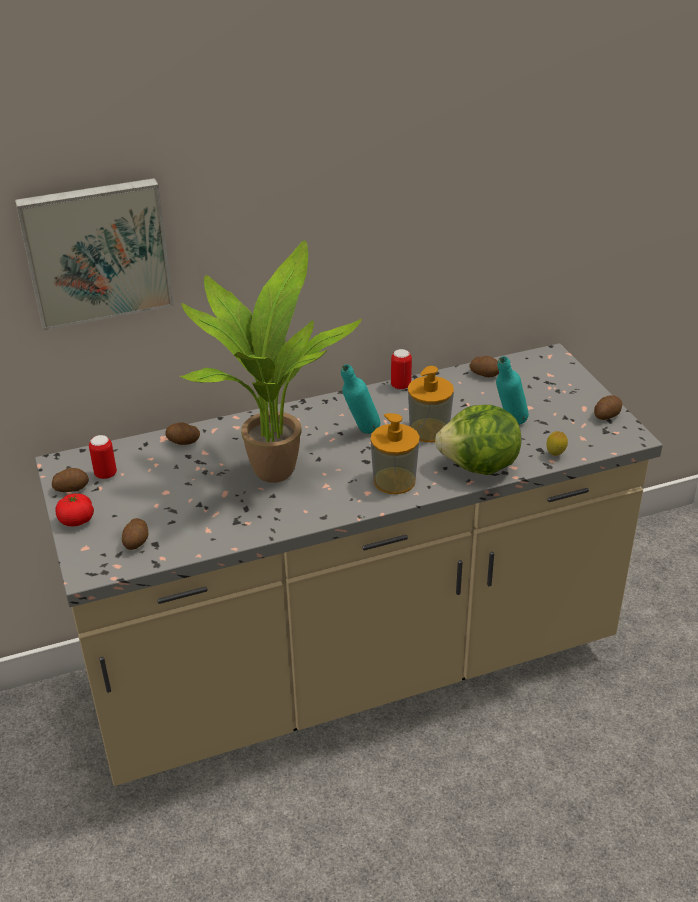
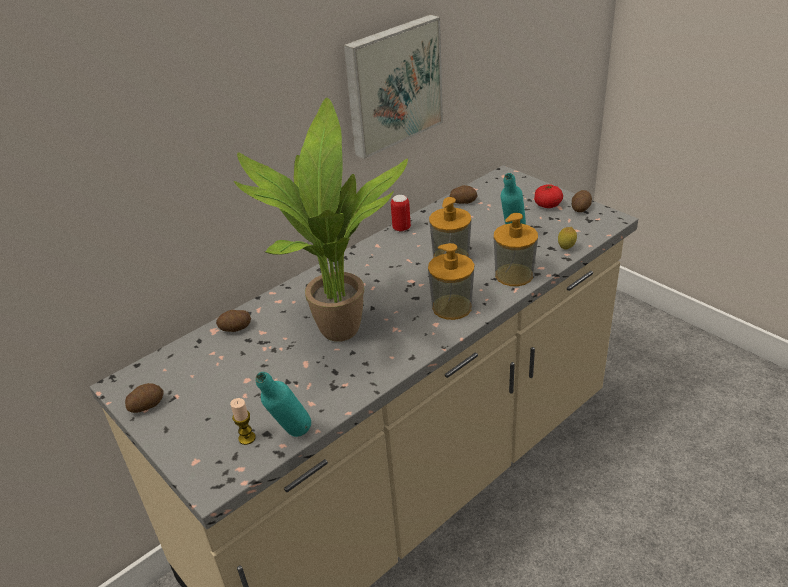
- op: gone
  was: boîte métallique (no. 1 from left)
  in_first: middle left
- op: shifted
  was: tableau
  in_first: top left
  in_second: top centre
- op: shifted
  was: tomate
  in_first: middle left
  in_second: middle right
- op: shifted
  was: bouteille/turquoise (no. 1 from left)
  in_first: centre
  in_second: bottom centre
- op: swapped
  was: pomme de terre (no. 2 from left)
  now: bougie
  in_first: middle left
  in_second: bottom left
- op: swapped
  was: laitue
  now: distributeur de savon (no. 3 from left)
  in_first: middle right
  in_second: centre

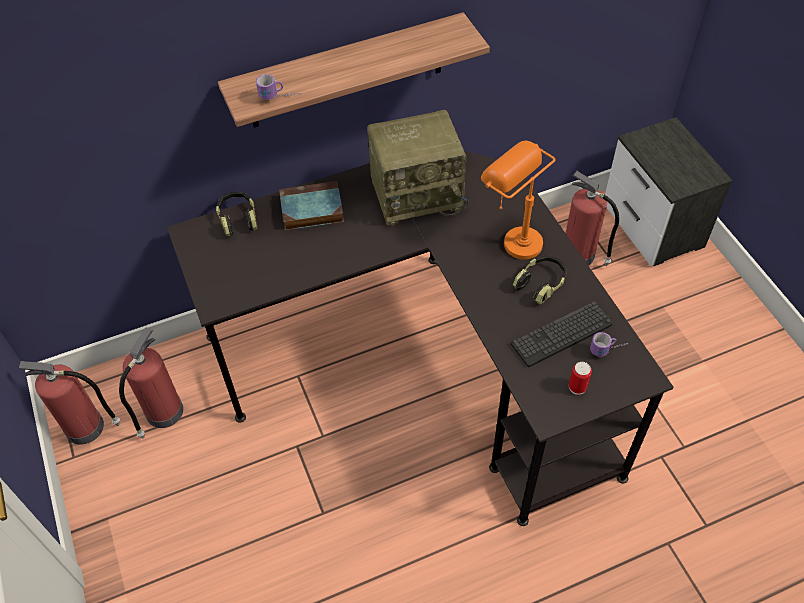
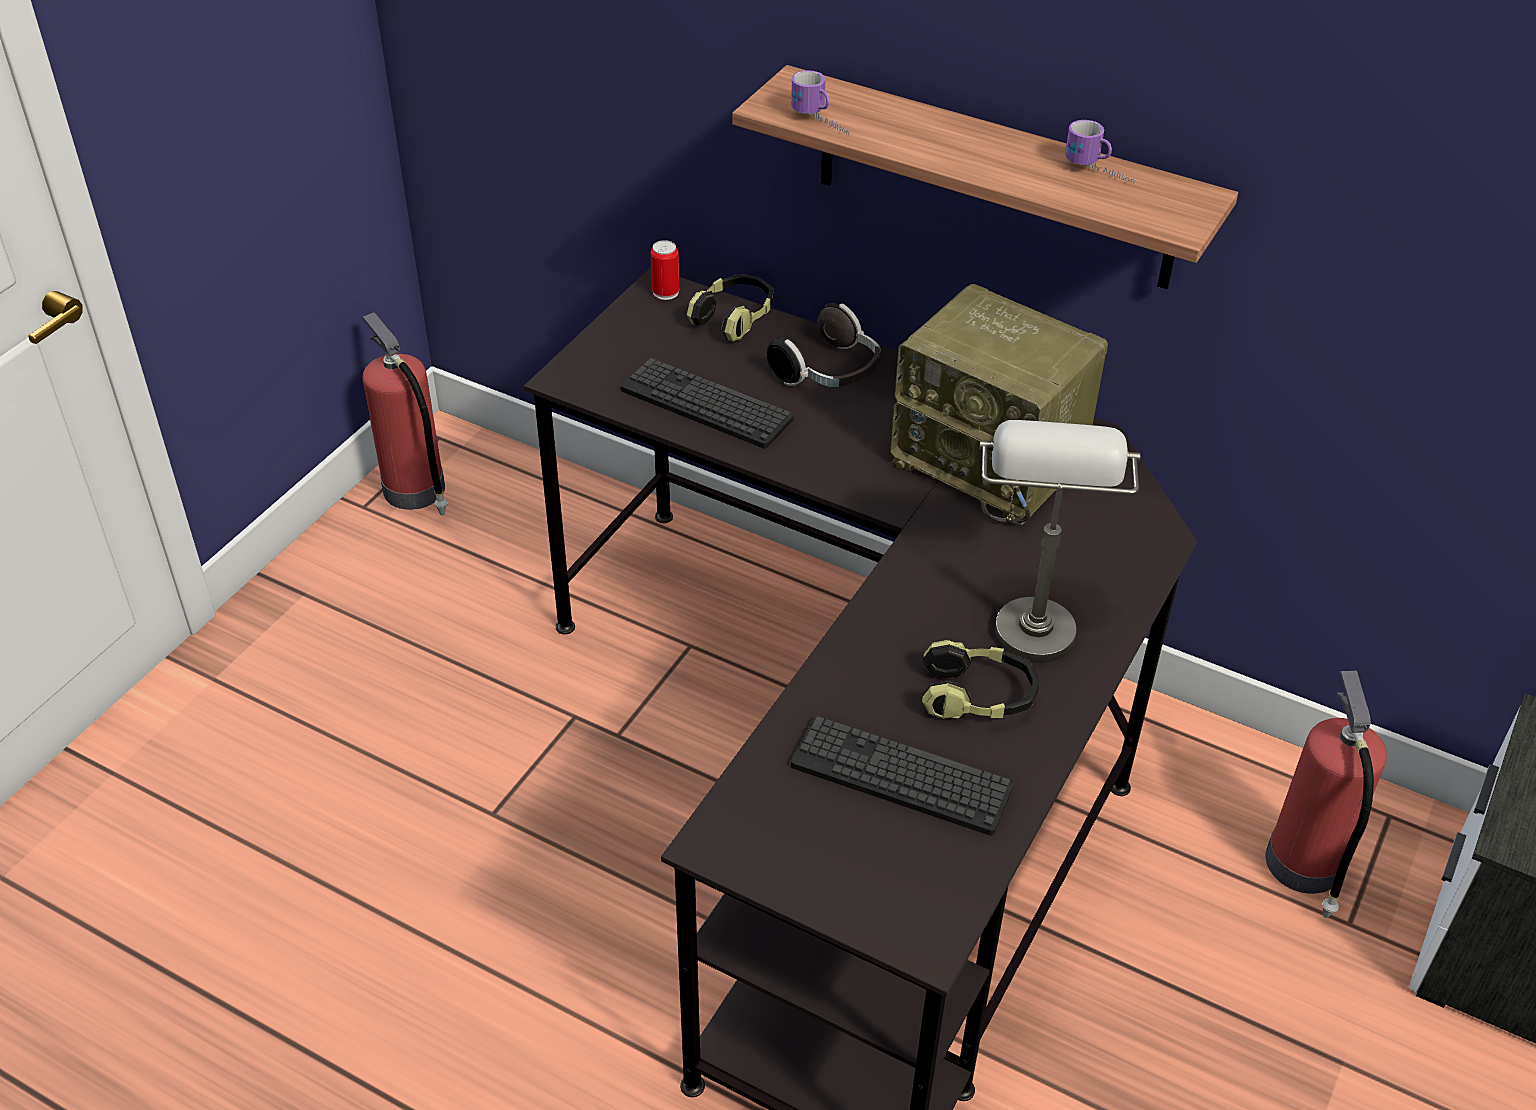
- op: gone
  was: extincteur (no. 2 from left)
  in_first: middle left
- op: new
  now: clavier (no. 1 from left)
  in_second: centre
- op: shifted
  was: boîte métallique
  in_first: middle right
  in_second: top centre
- op: shifted
  was: mug (no. 2 from left)
  in_first: middle right
  in_second: top right
- op: swapped
  was: livre
  now: casque audio (no. 2 from left)
  in_first: centre
  in_second: top centre
- op: repainted
  was: lampe de table/orange
  now: lampe de table/gris
  in_first: top centre
  in_second: middle right

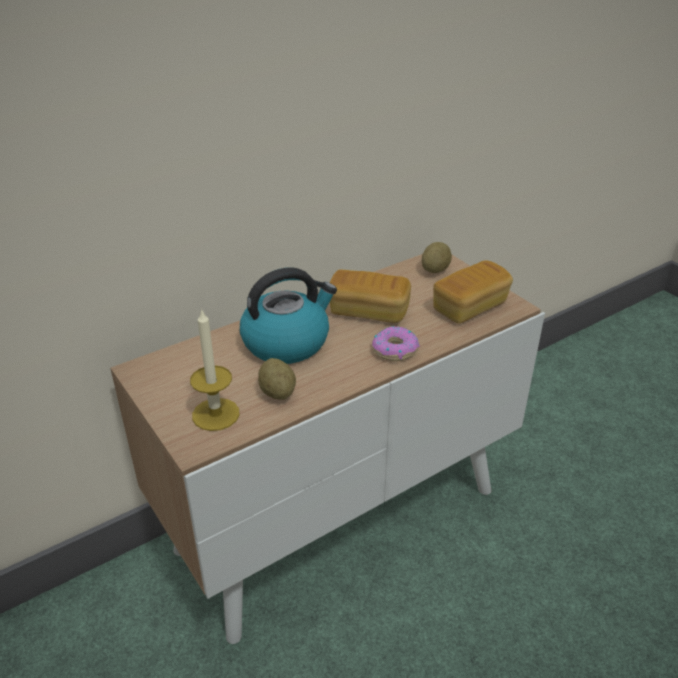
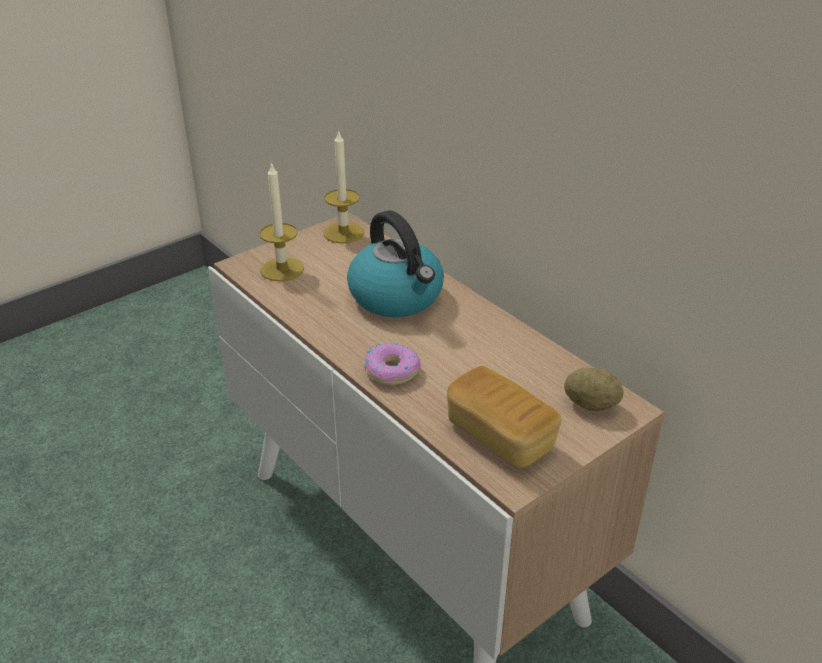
- op: gone
  was: pomme de terre (no. 1 from left)
  in_first: centre
- op: gone
  was: pain (no. 1 from left)
  in_first: centre
- op: new
  now: bougie (no. 2 from left)
  in_second: top centre

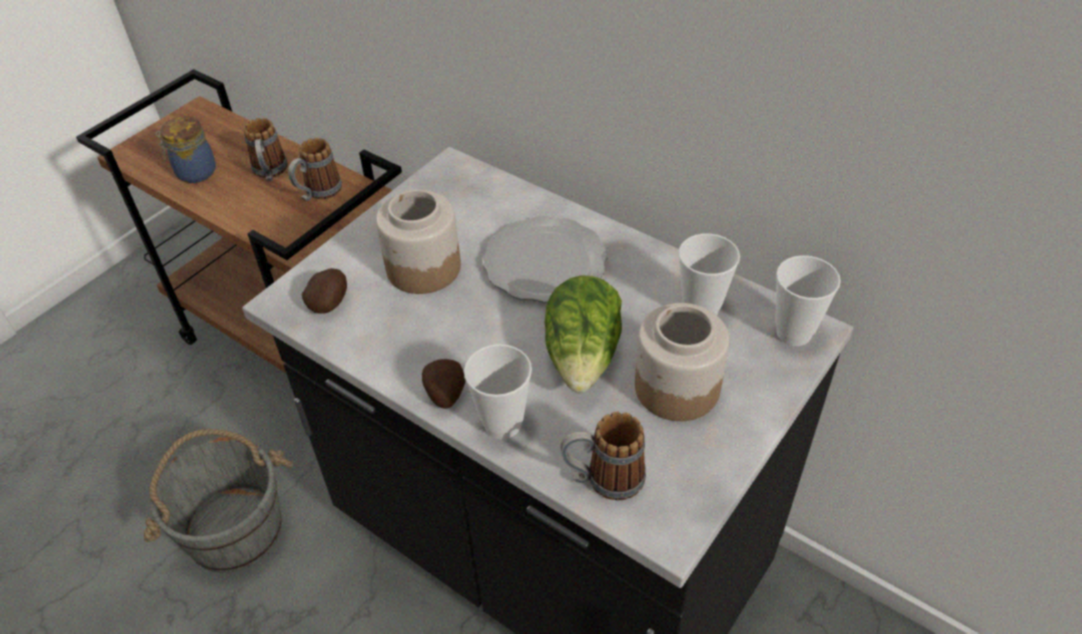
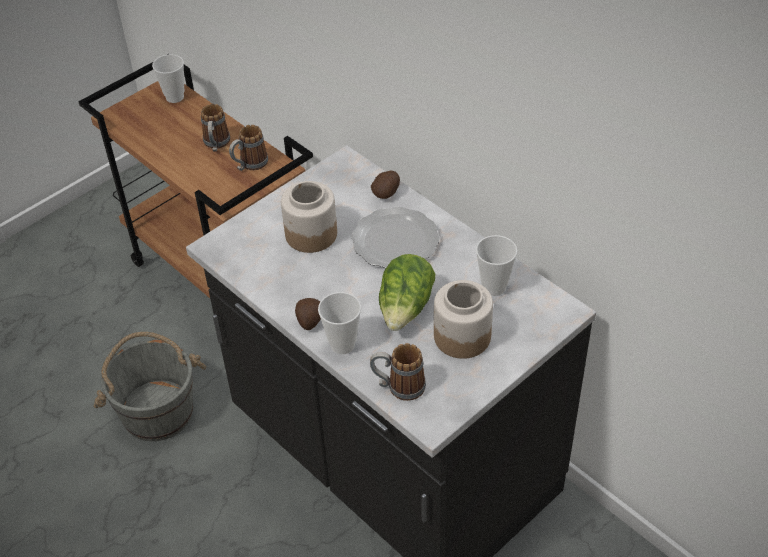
- op: gone
  was: bocal (no. 1 from left)
  in_first: top left
- op: shifted
  was: pomme de terre (no. 1 from left in the first image)
  now: pomme de terre (no. 2 from left)
  in_first: middle left
  in_second: top centre
- op: shifted
  was: tasse (no. 3 from left in the first image)
  now: tasse (no. 1 from left)
  in_first: middle right
  in_second: top left

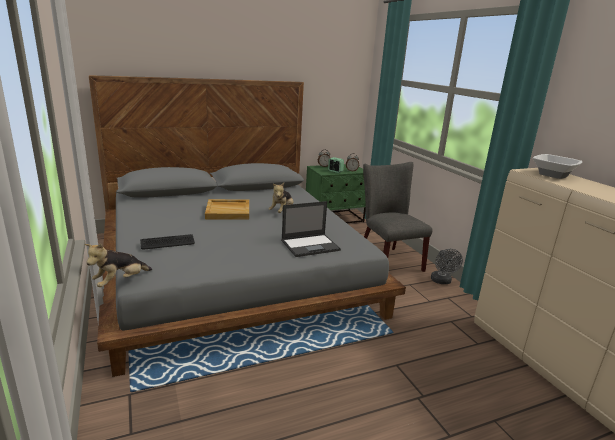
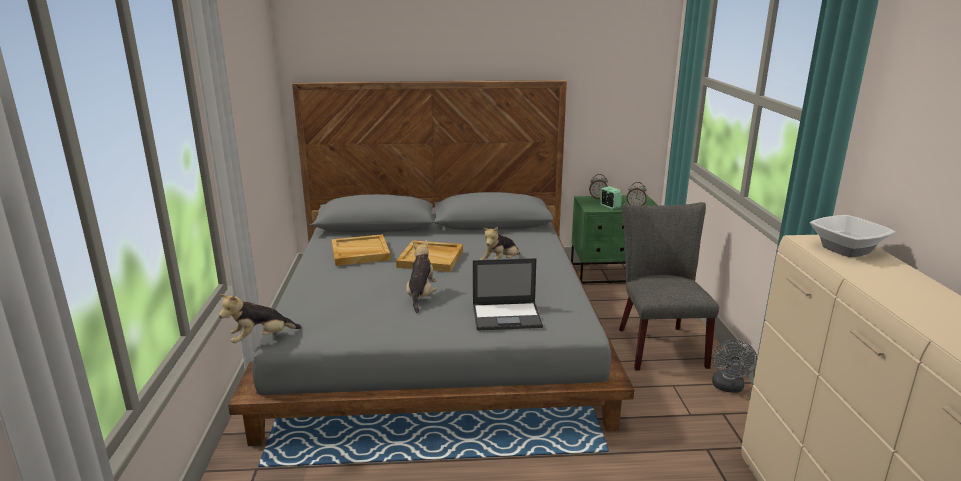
- op: gone
  was: clavier
  in_first: middle left
- op: new
  now: plateau/beige (no. 1 from left)
  in_second: centre
- op: new
  now: peluche (no. 2 from left)
  in_second: centre

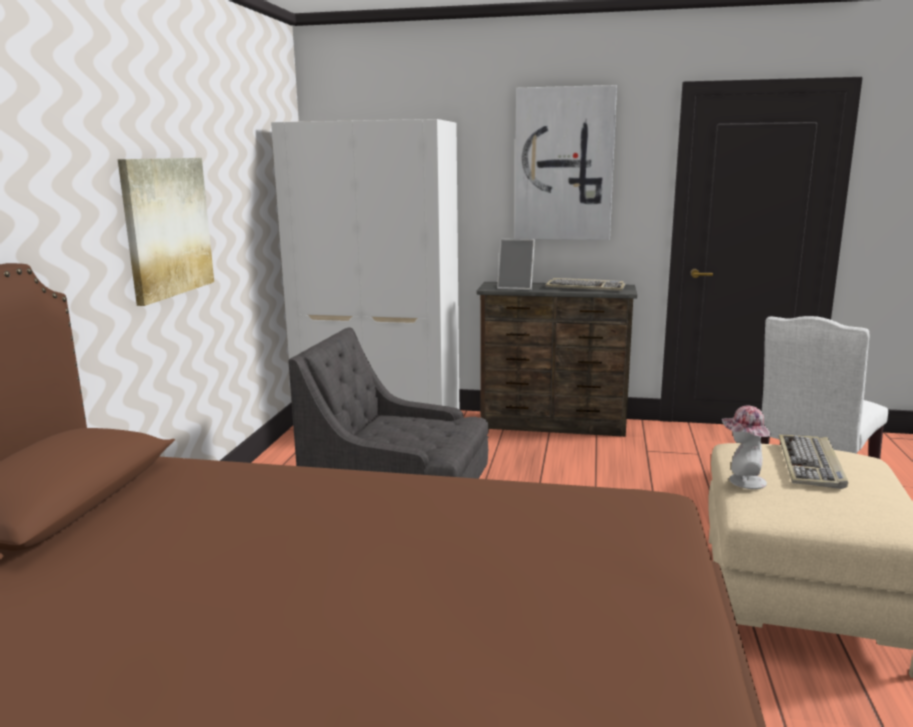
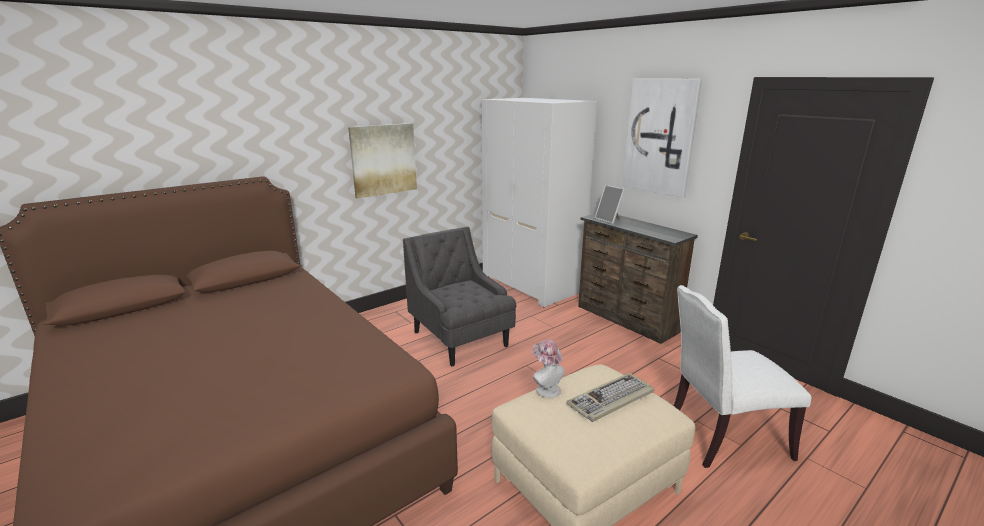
- op: gone
  was: clavier (no. 1 from left)
  in_first: centre

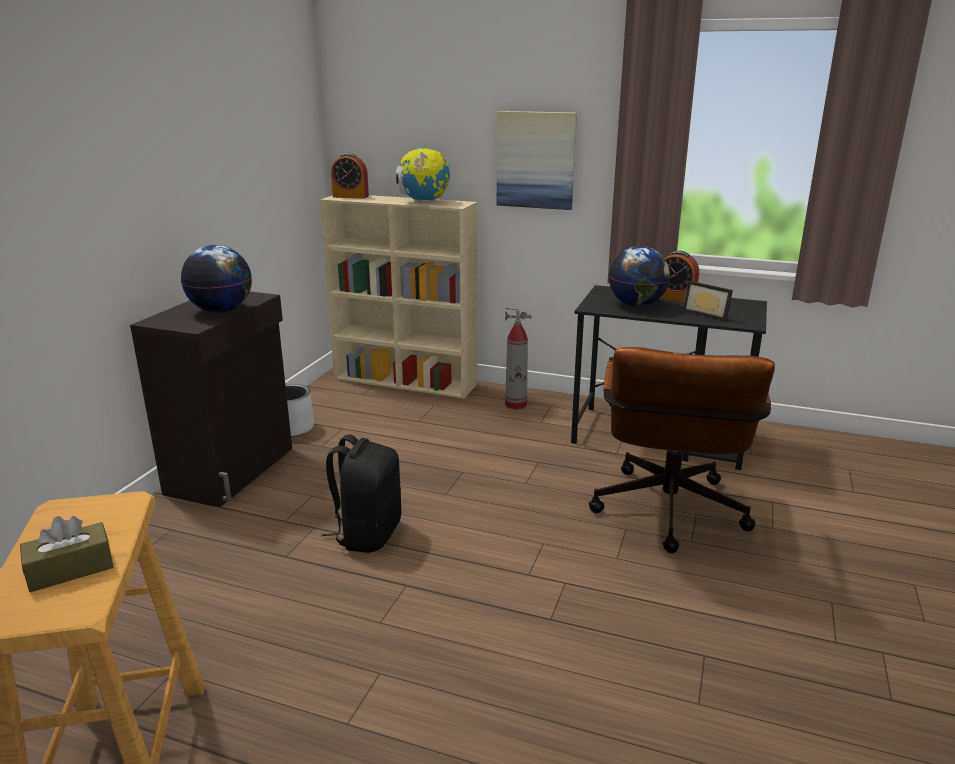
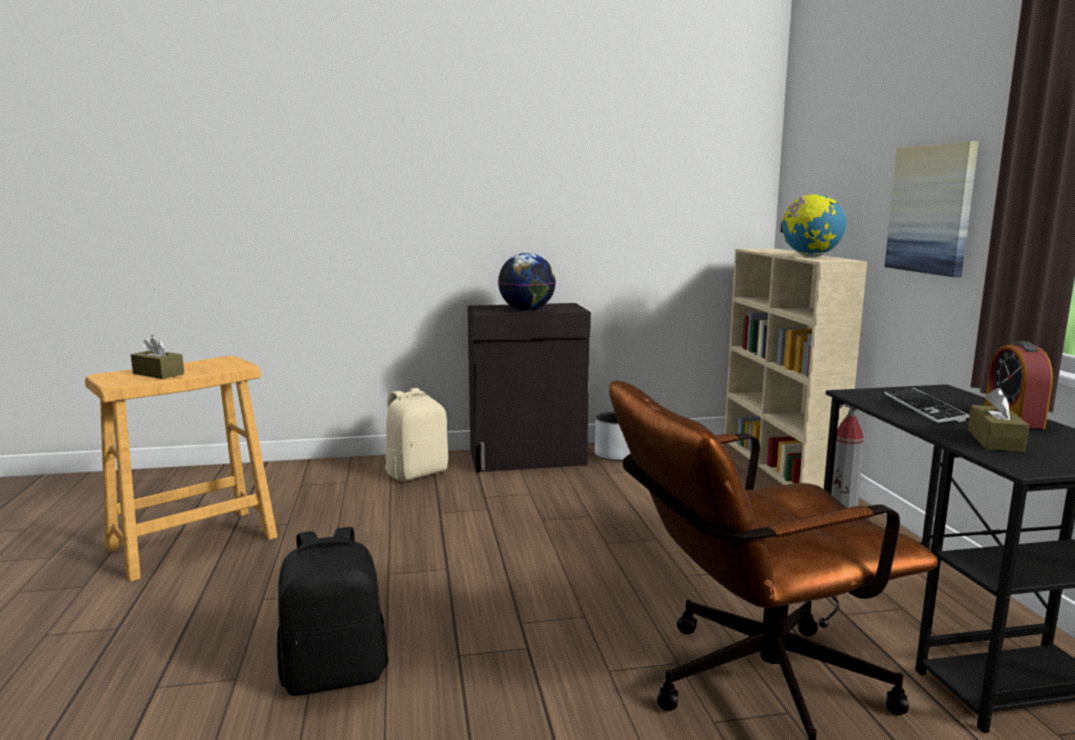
- op: gone
  was: réveil (no. 1 from left)
  in_first: top centre
- op: new
  now: sac à dos/beige
  in_second: centre
- op: shifted
  was: sac à dos/noir
  in_first: centre
  in_second: bottom left
- op: swapped
  was: globe (no. 3 from left)
  now: clavier
  in_first: middle right
  in_second: middle right
- op: swapped
  was: cadre photo
  now: boîte à mouchoirs/marron (no. 2 from left)
  in_first: middle right
  in_second: middle right

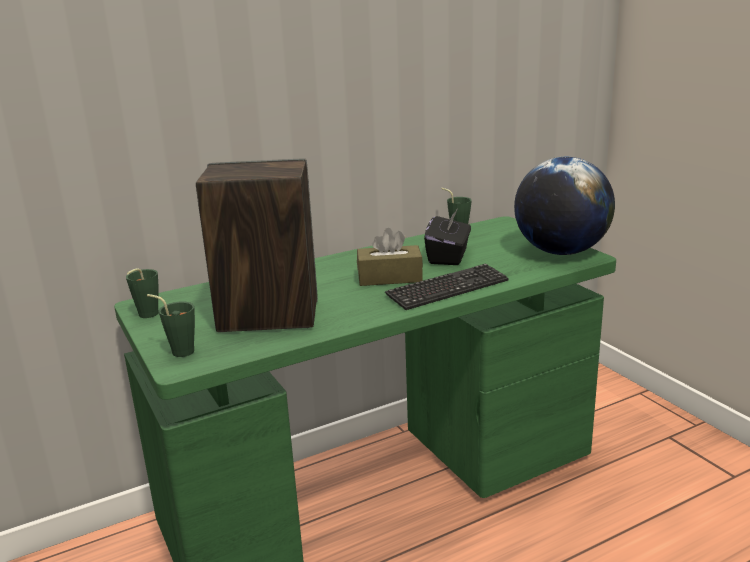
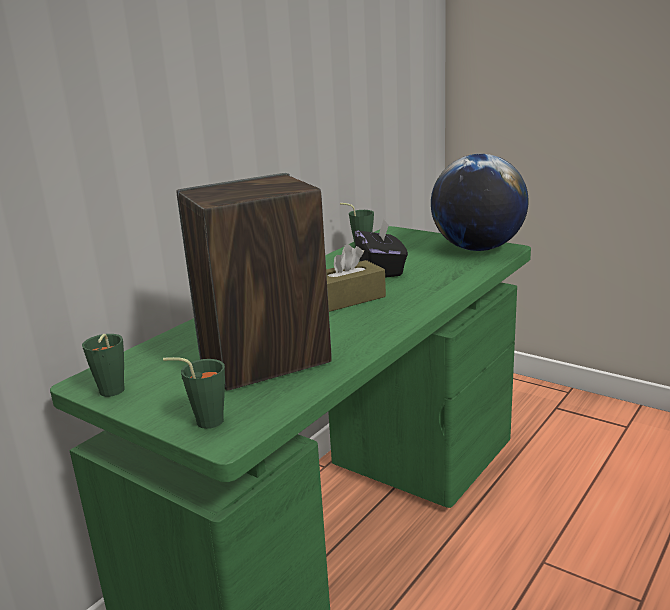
- op: gone
  was: clavier
  in_first: centre

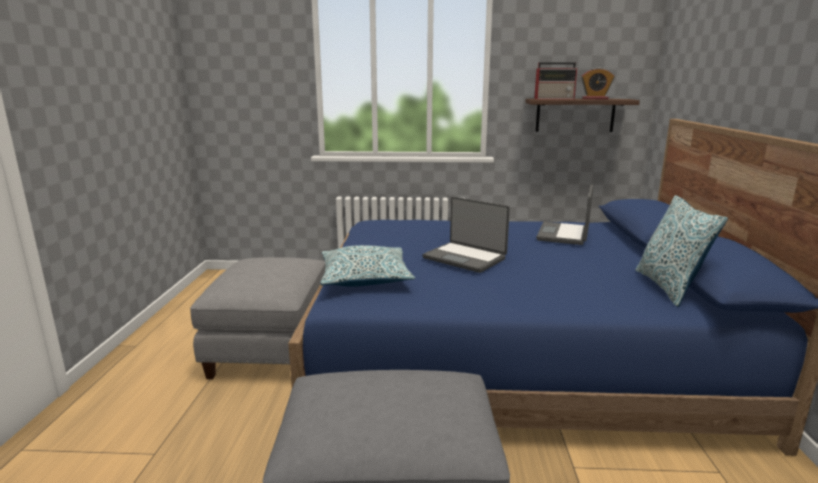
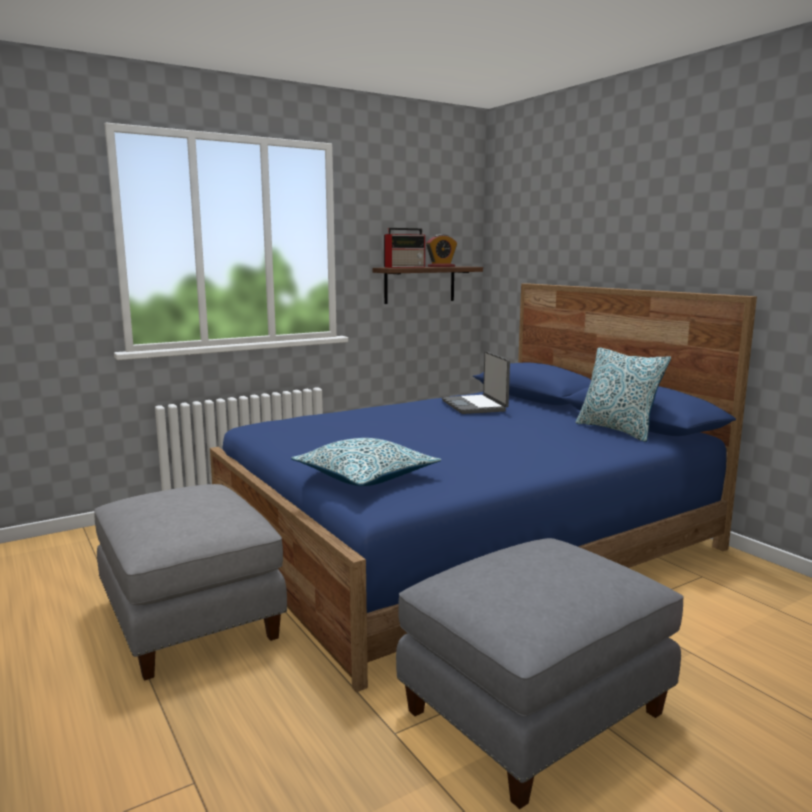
- op: gone
  was: ordinateur portable (no. 1 from left)
  in_first: centre

